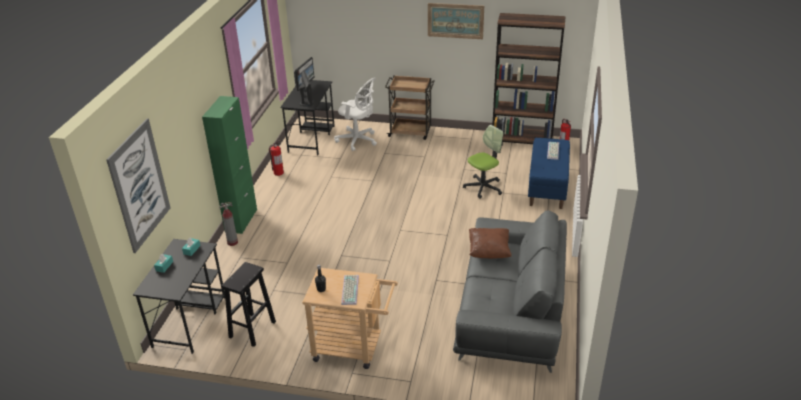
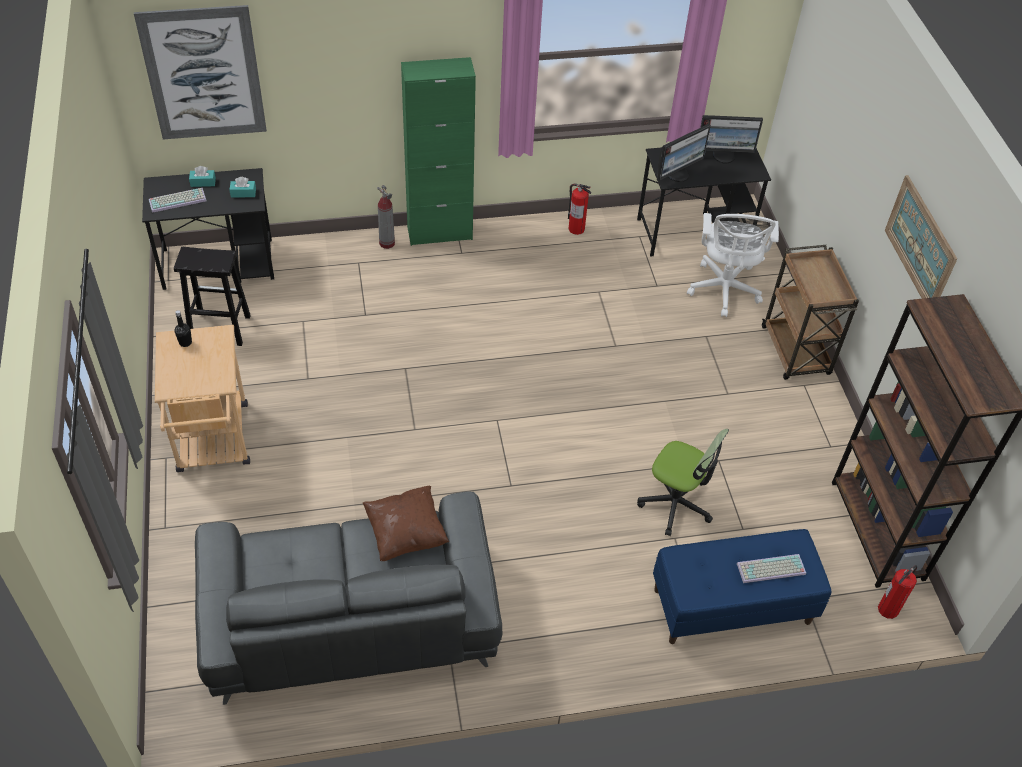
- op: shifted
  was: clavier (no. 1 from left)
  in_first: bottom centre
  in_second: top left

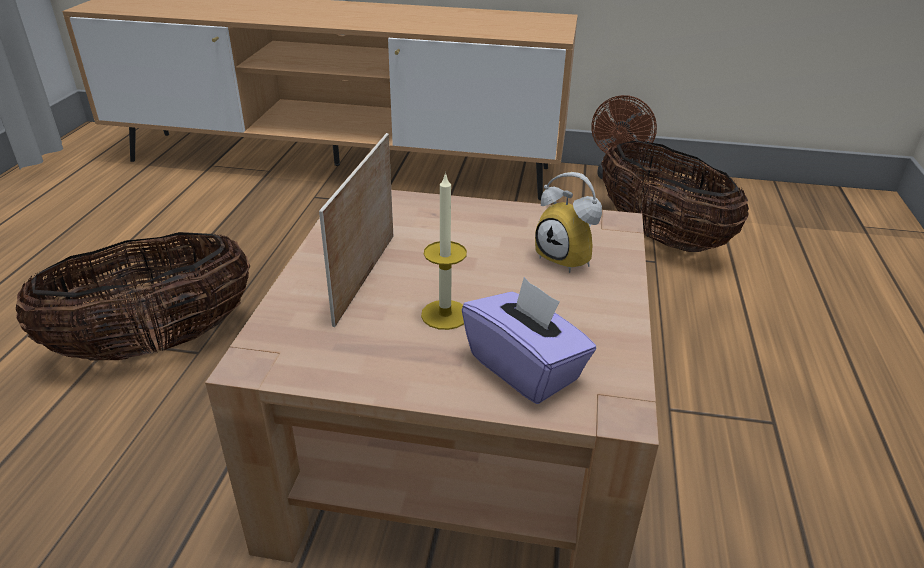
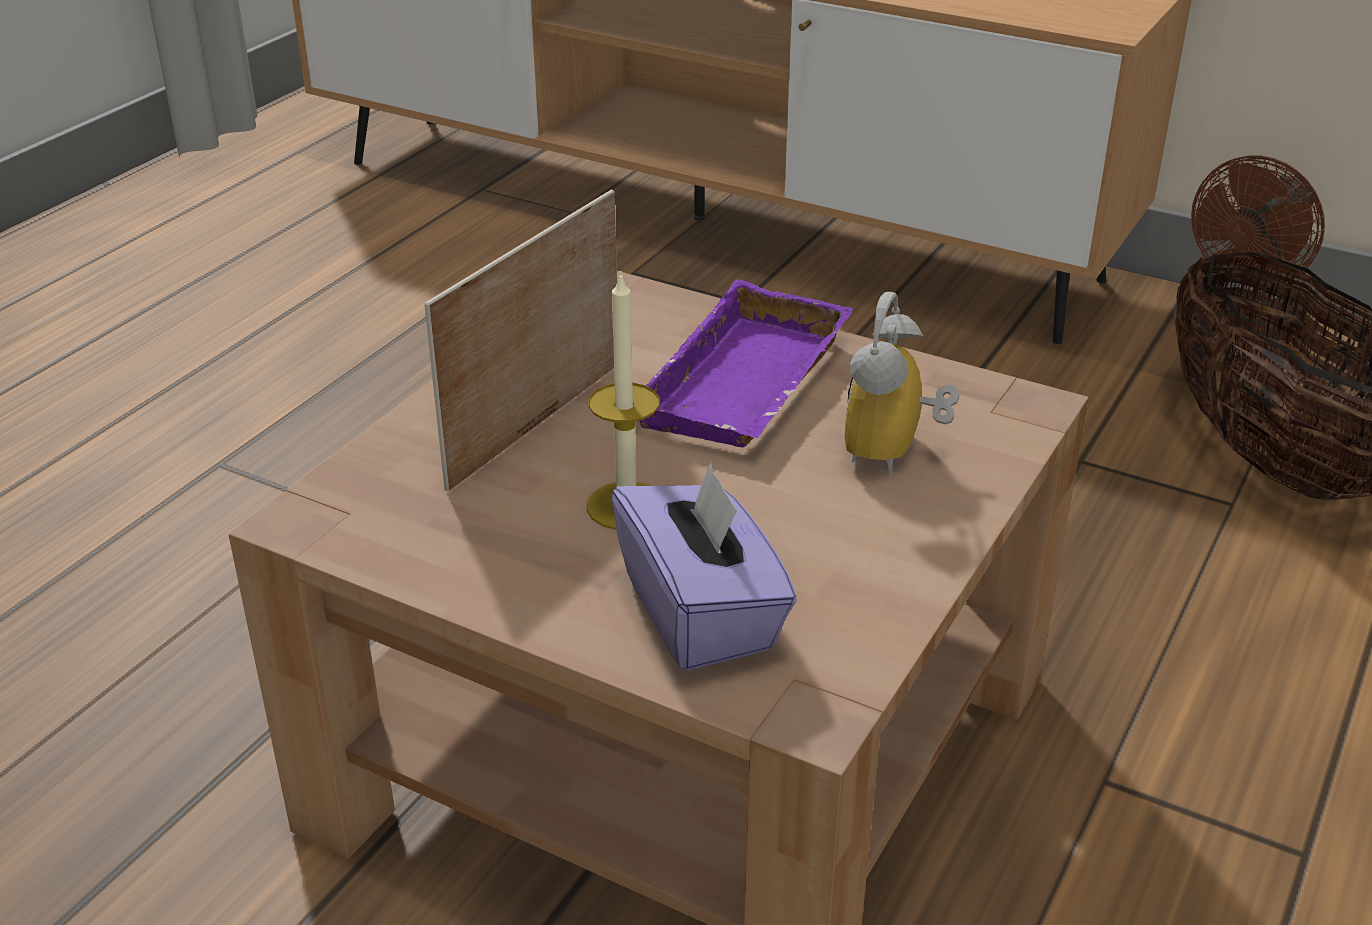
- op: gone
  was: panier (no. 1 from left)
  in_first: middle left
- op: new
  now: plateau/violet
  in_second: centre
- op: rotated
  was: réveil
  in_first: centre
  in_second: centre
  clockwise: 45

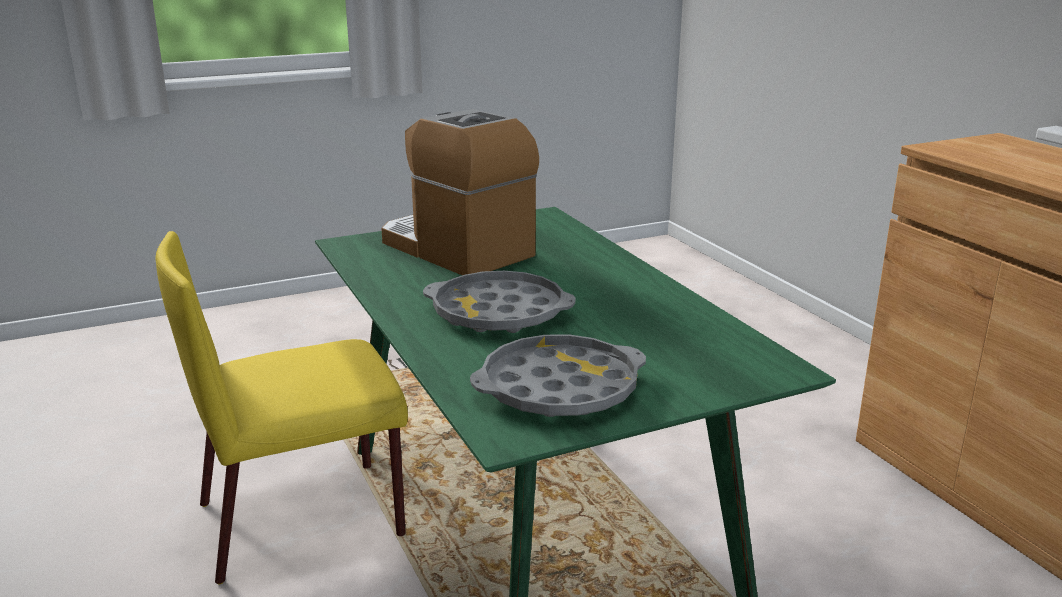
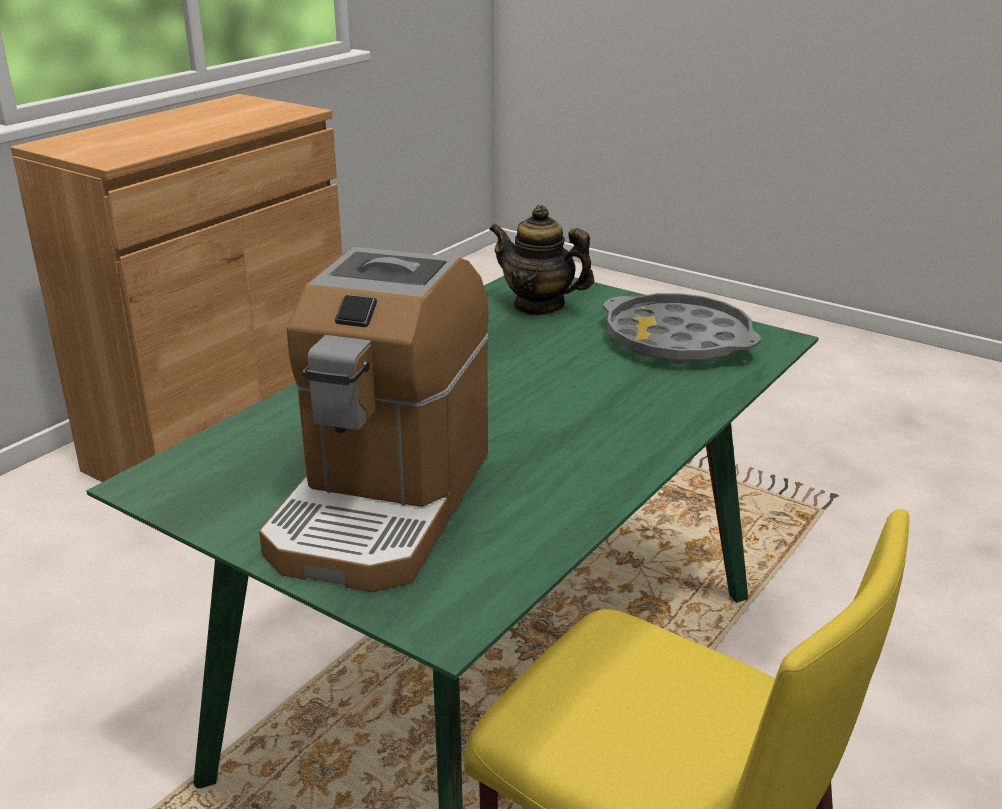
- op: gone
  was: plateau/gris (no. 1 from left)
  in_first: centre
- op: new
  now: théière
  in_second: top centre

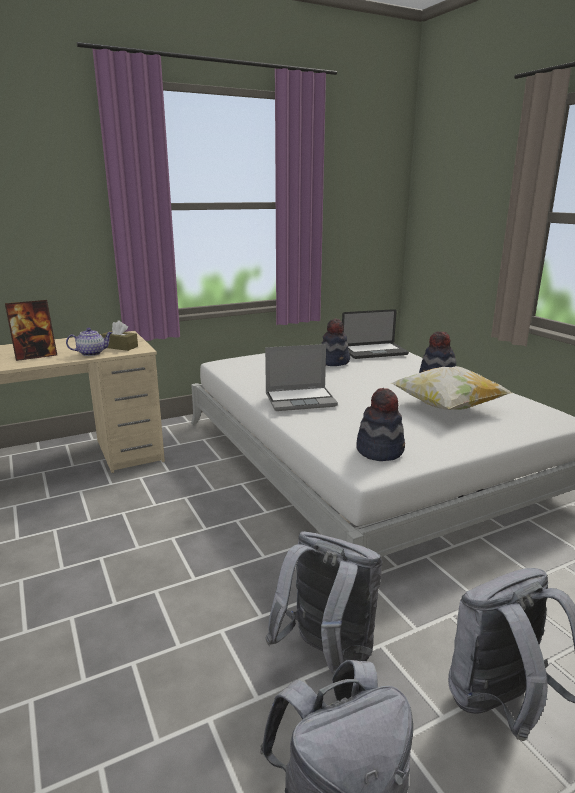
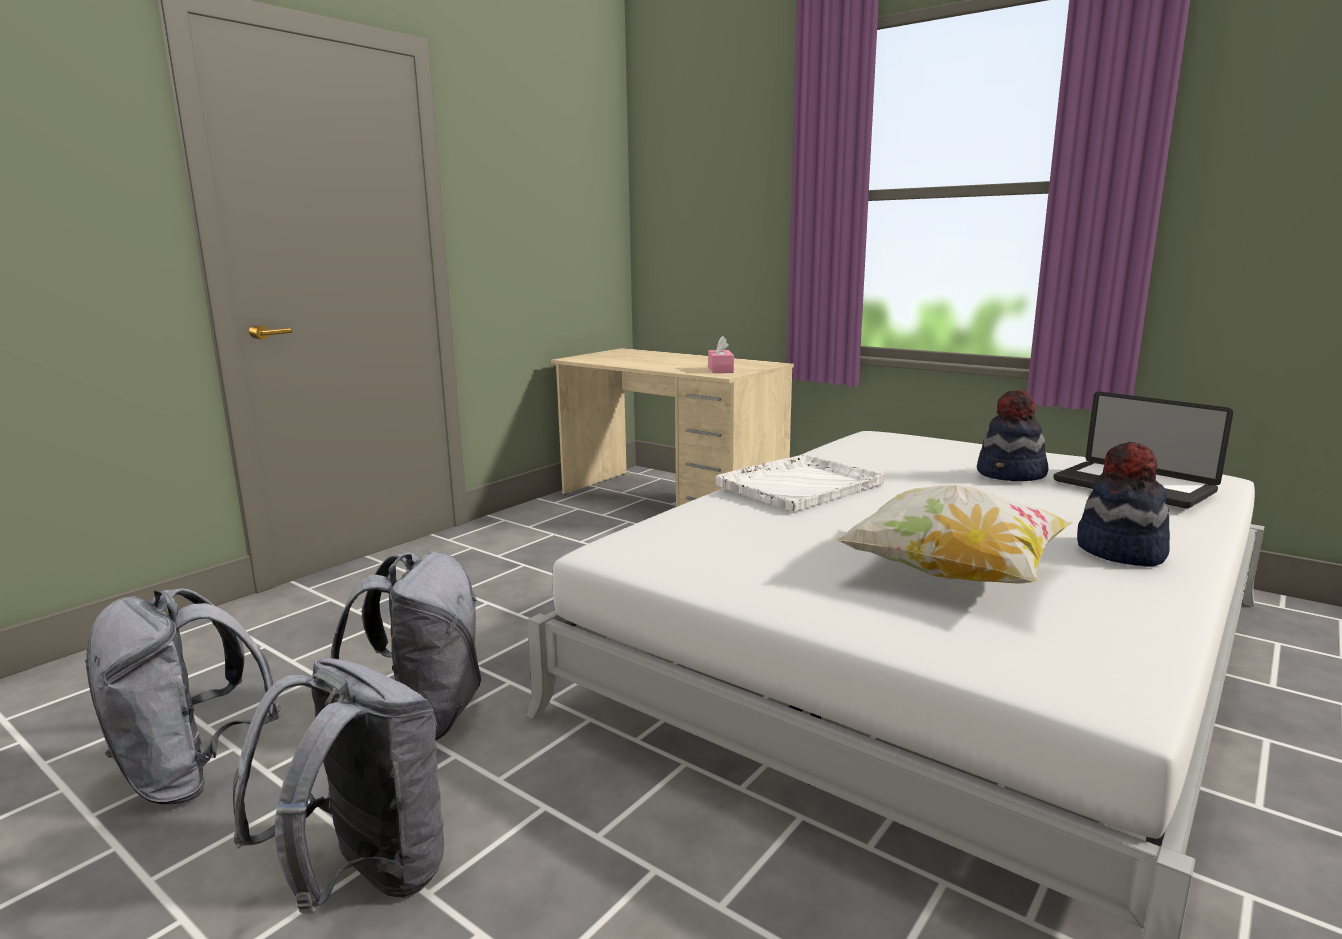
- op: gone
  was: cadre photo
  in_first: middle left
- op: gone
  was: théière
  in_first: middle left
- op: gone
  was: chapeau (no. 2 from left)
  in_first: centre
- op: swapped
  was: ordinateur portable (no. 1 from left)
  now: plateau/blanc
  in_first: centre
  in_second: centre
- op: repainted
  was: boîte à mouchoirs/marron
  now: boîte à mouchoirs/rose
  in_first: middle left
  in_second: centre

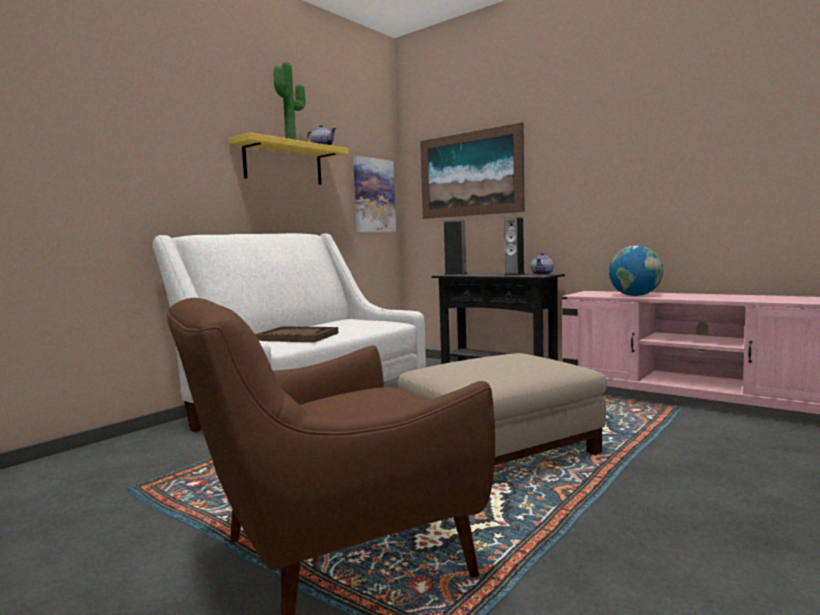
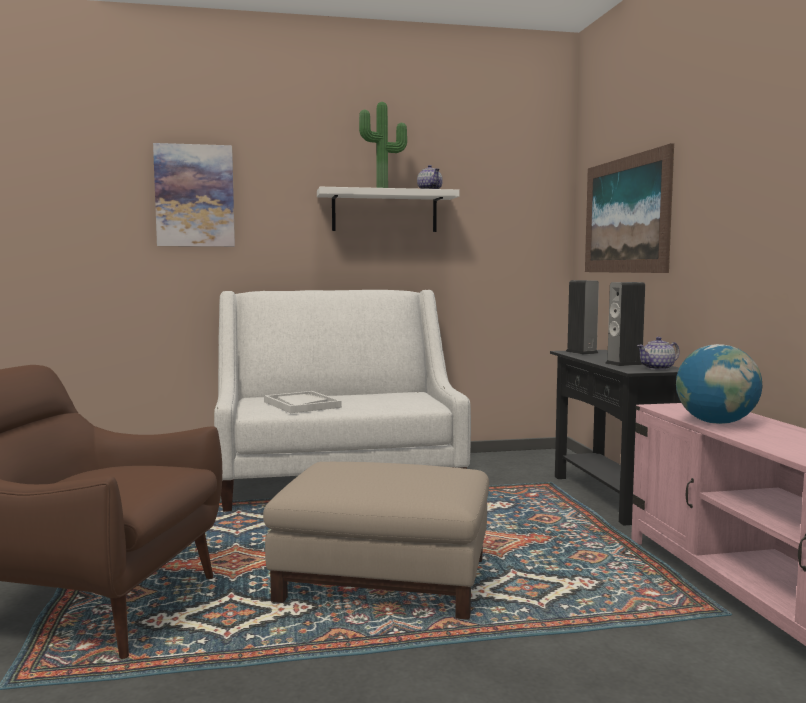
- op: shifted
  was: tableau (no. 1 from left)
  in_first: top centre
  in_second: top left
- op: repainted
  was: étagère/jaune
  now: étagère/blanc
  in_first: top centre
  in_second: top centre
- op: repainted
  was: plateau/marron
  now: plateau/blanc
  in_first: centre
  in_second: centre

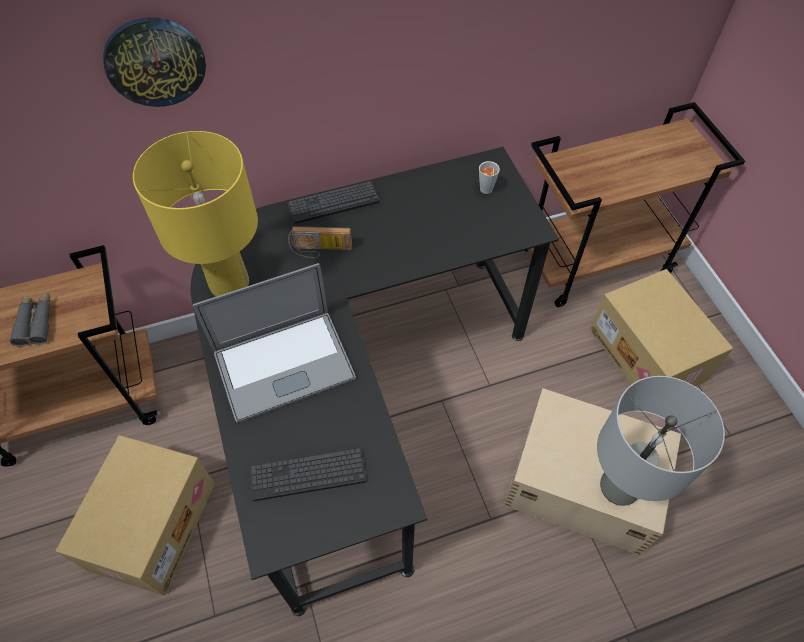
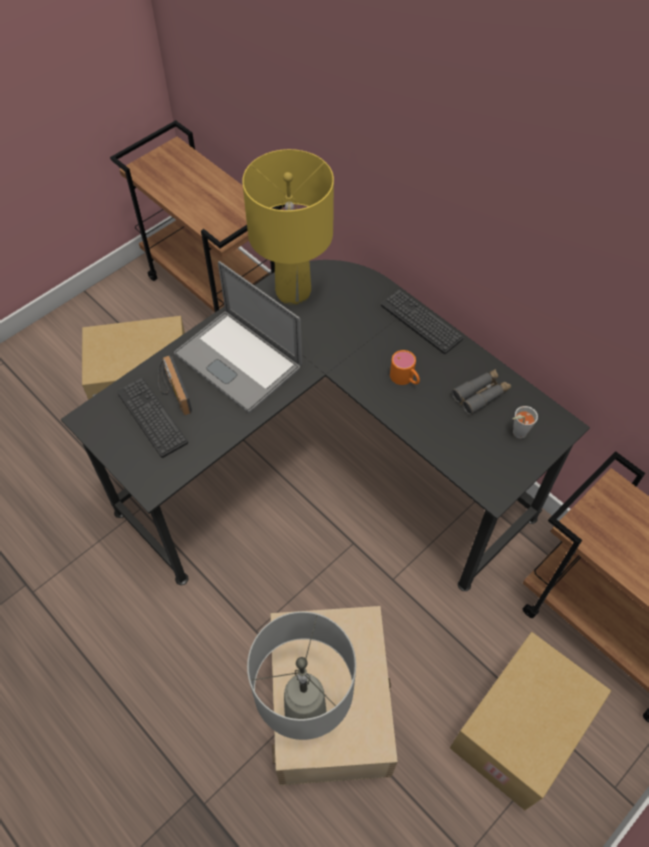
- op: gone
  was: horloge murale
  in_first: top left
- op: new
  now: mug/orange
  in_second: centre
- op: shifted
  was: jumelles/gris
  in_first: middle left
  in_second: middle right
- op: shifted
  was: radio
  in_first: centre
  in_second: middle left

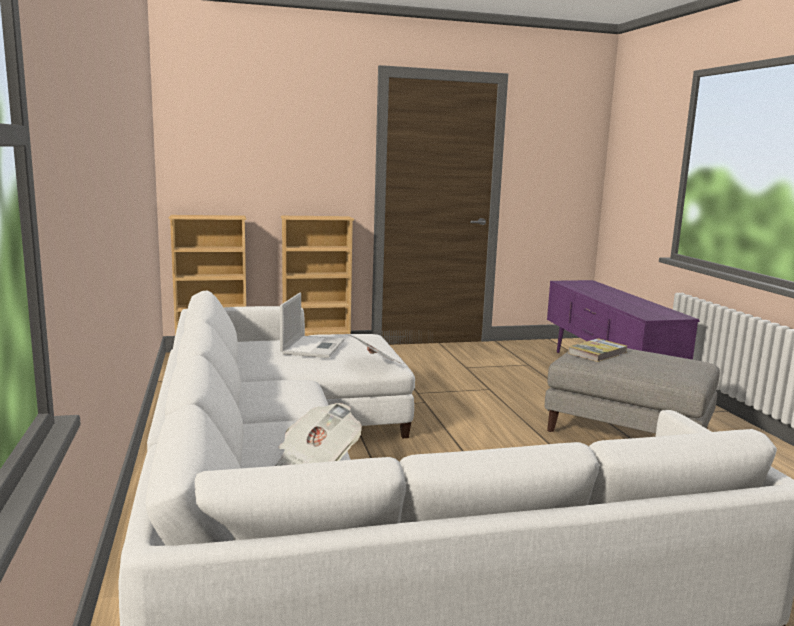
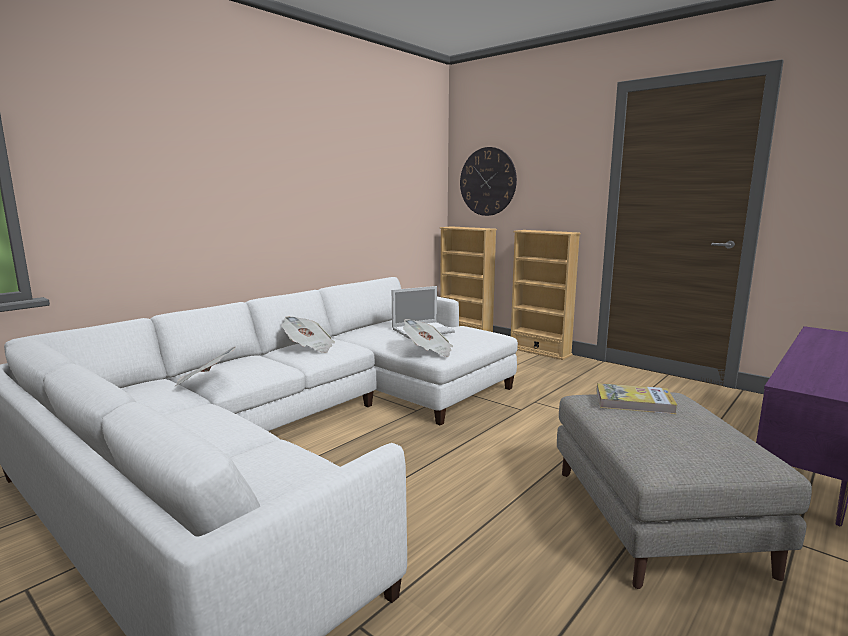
- op: new
  now: journal (no. 2 from left)
  in_second: centre
- op: new
  now: horloge murale
  in_second: top centre

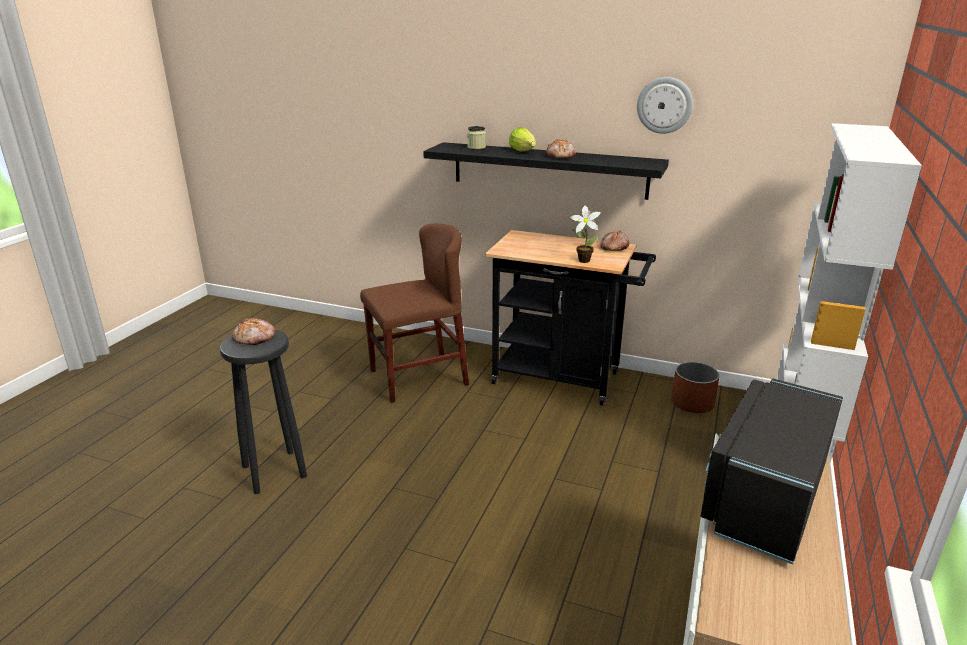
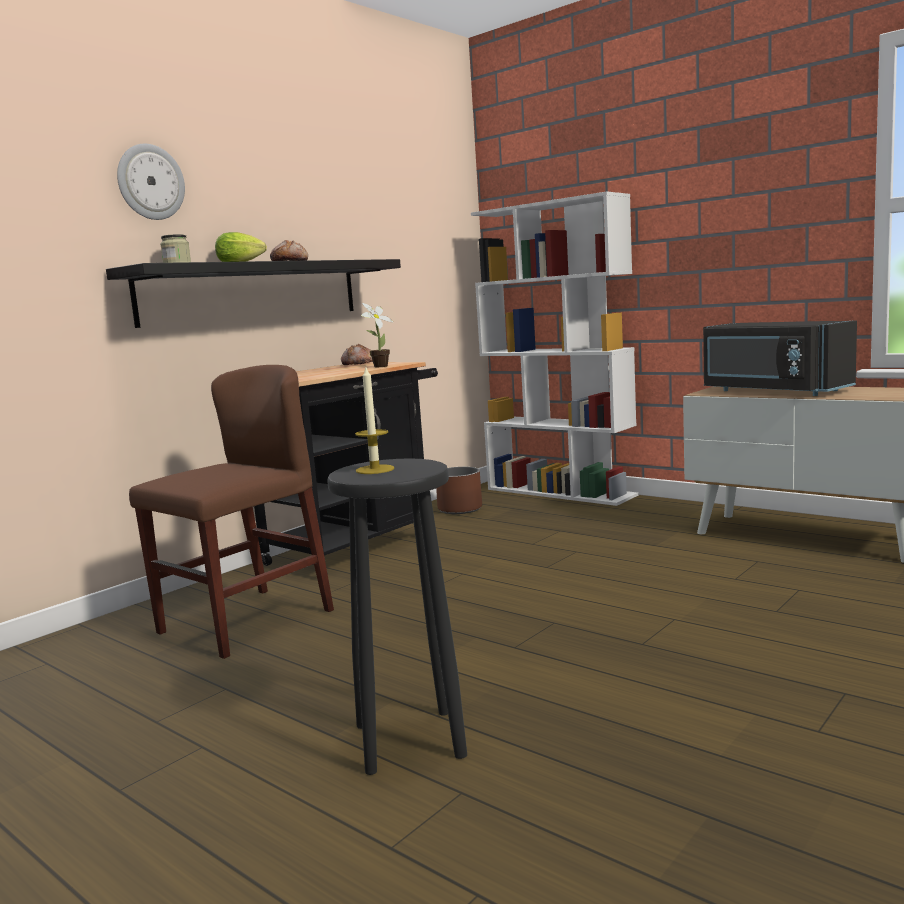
- op: shifted
  was: horloge murale
  in_first: top right
  in_second: top left
- op: swapped
  was: pain (no. 1 from left)
  now: bougie
  in_first: middle left
  in_second: centre
- op: rotated
  was: chaise/marron
  in_first: centre
  in_second: middle left
  clockwise: 45

